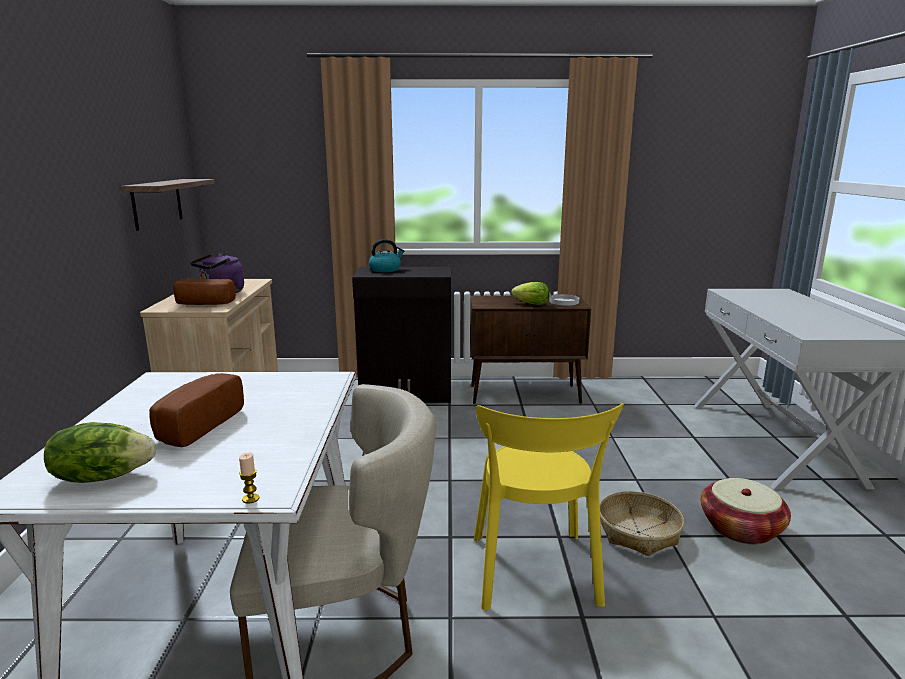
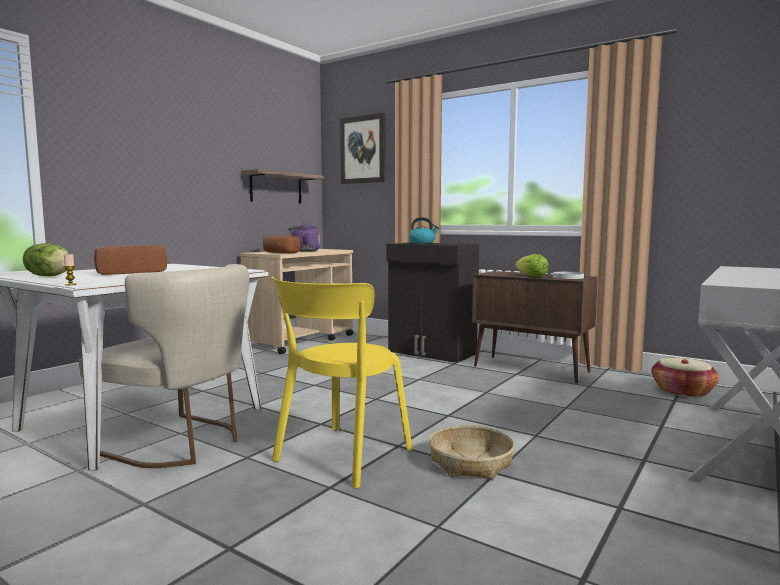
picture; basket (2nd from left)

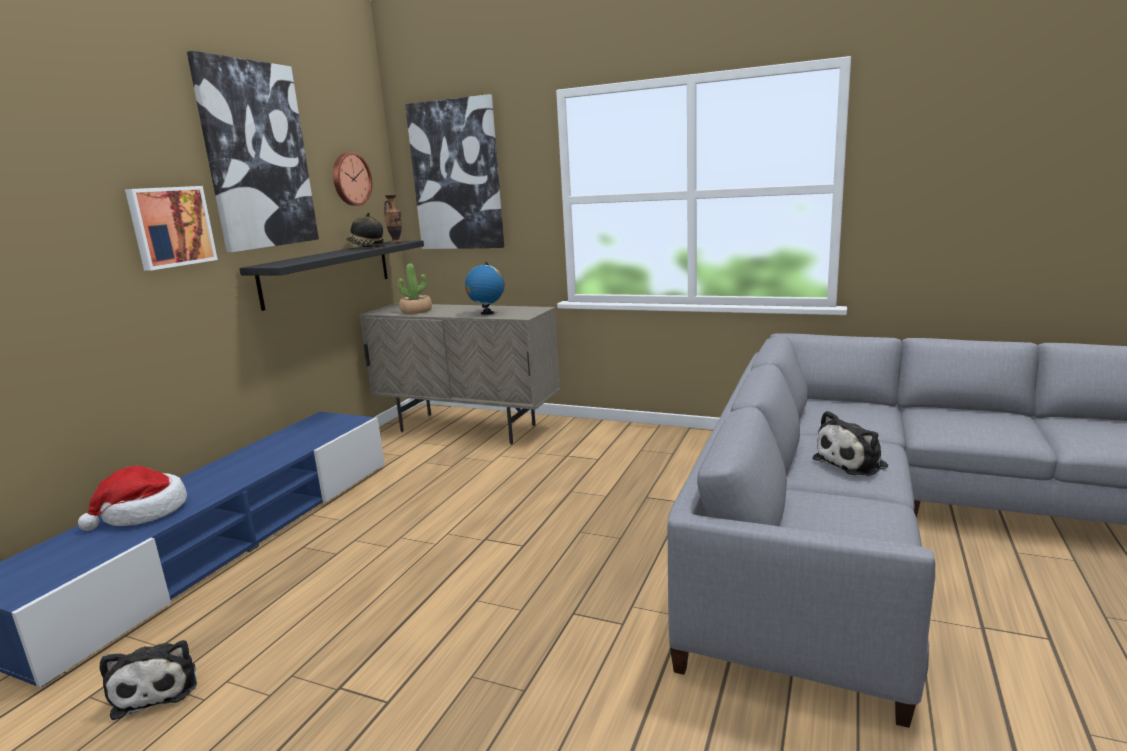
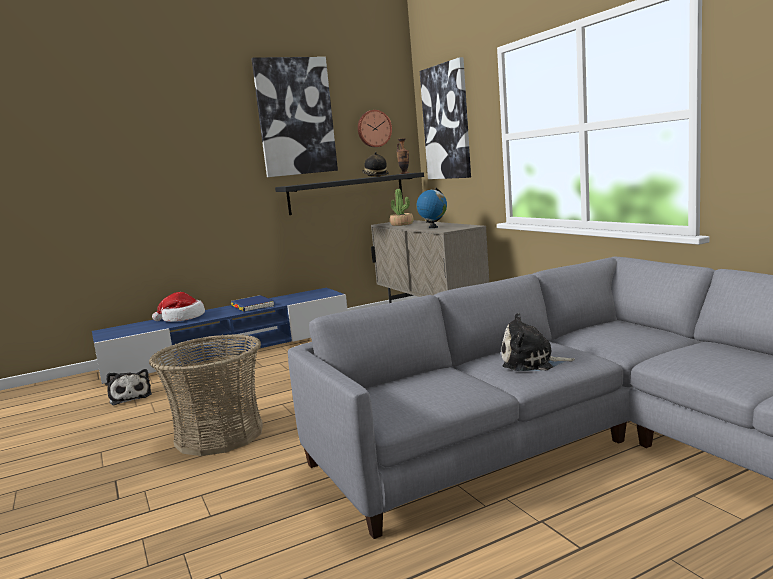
plush toy (1st from left); basket; blue book; picture (1st from left in the first image)

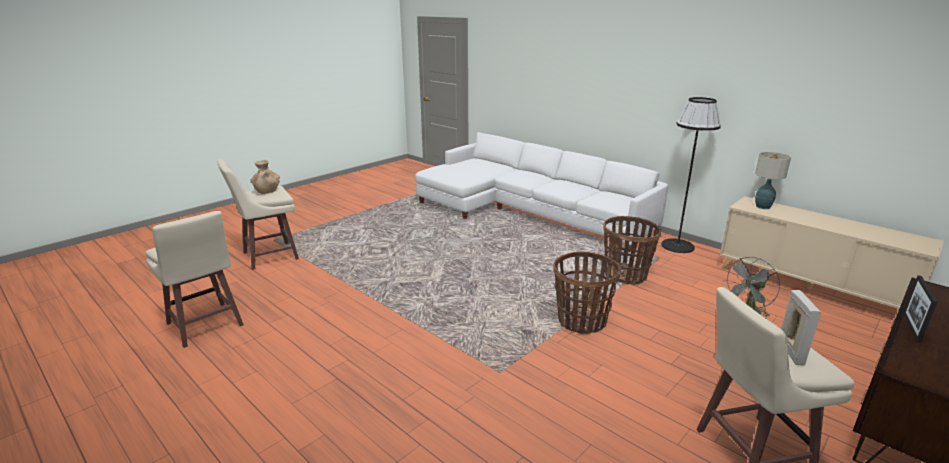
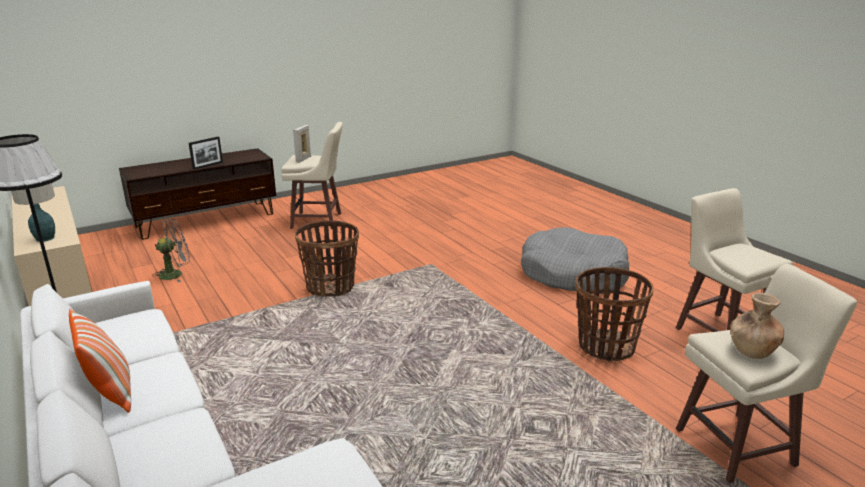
pillow; grey dog bed; basket (2nd from left)

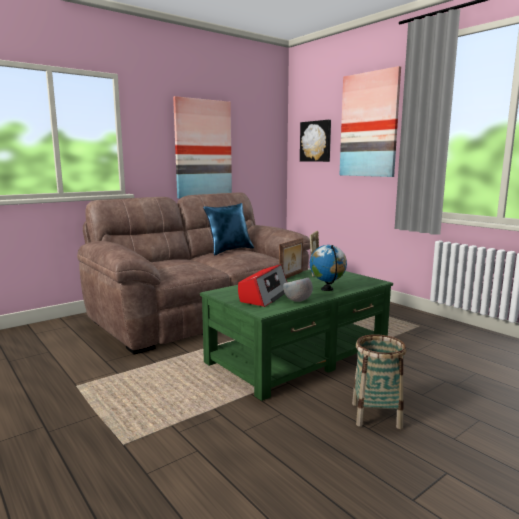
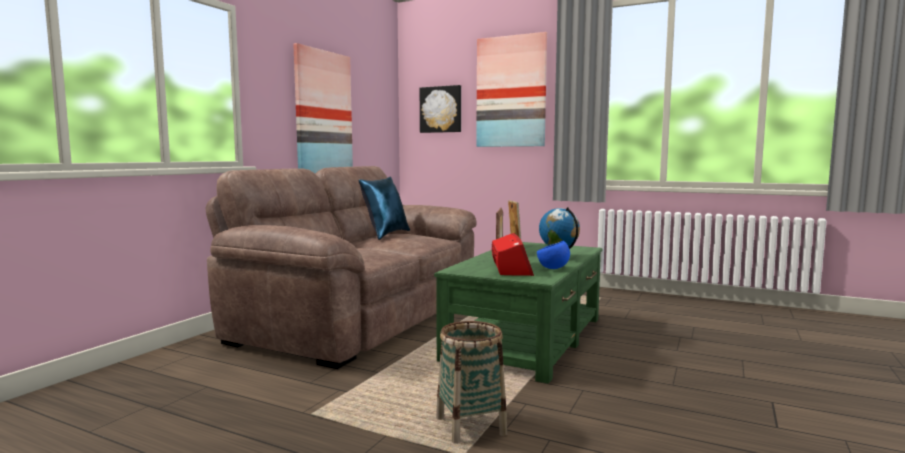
basket; blue bowl

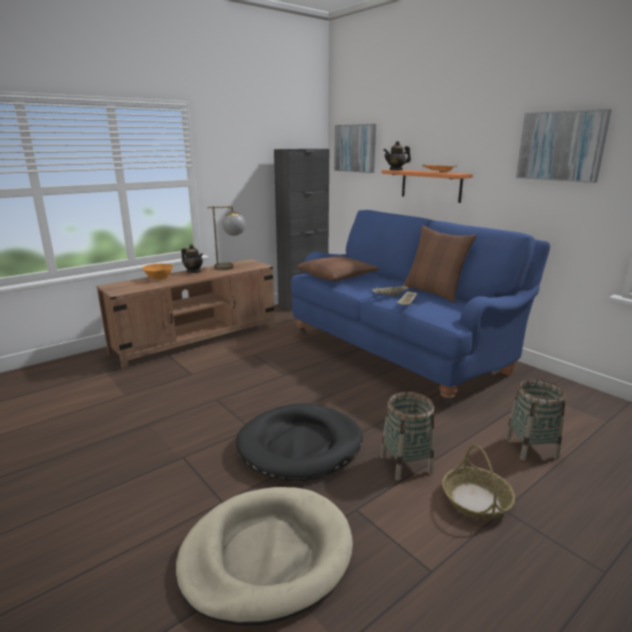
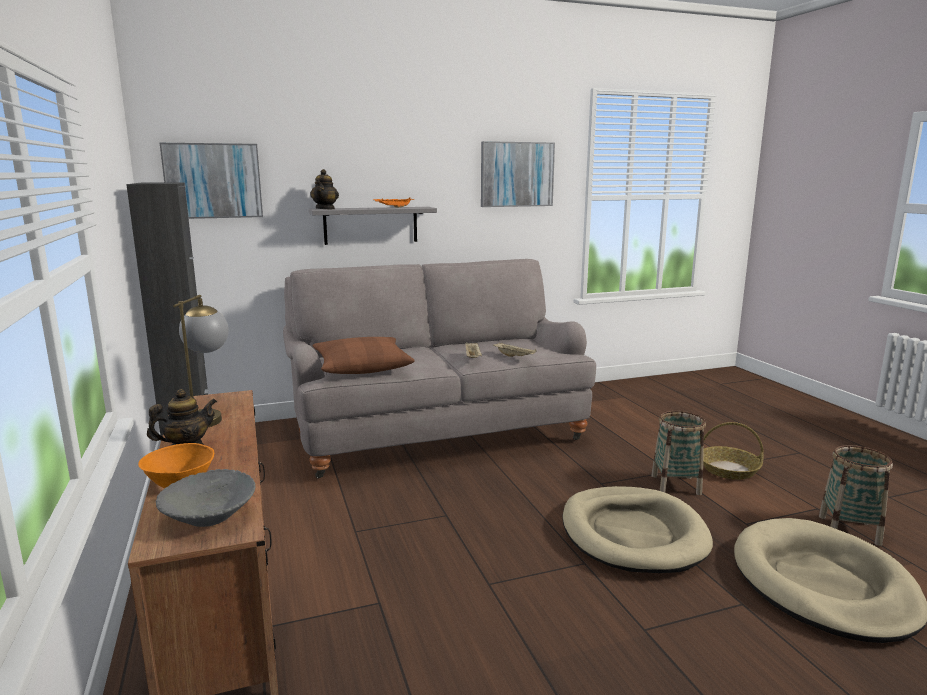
grey bowl; grey sofa; grey shelf; beige dog bed (1st from left); basket (3rd from left); brown pillow (2nd from left in the first image)

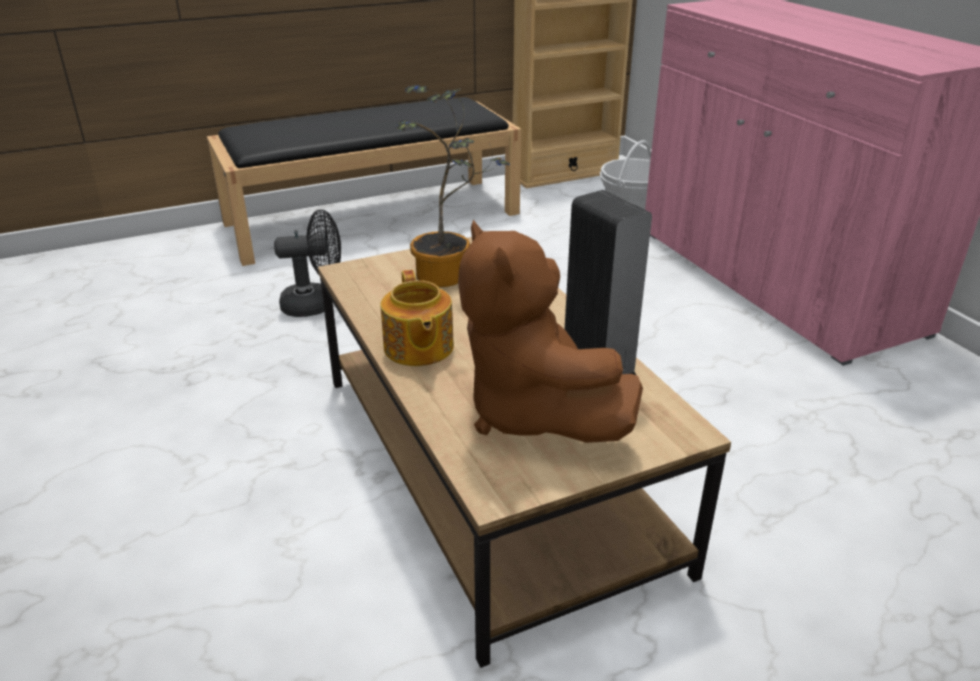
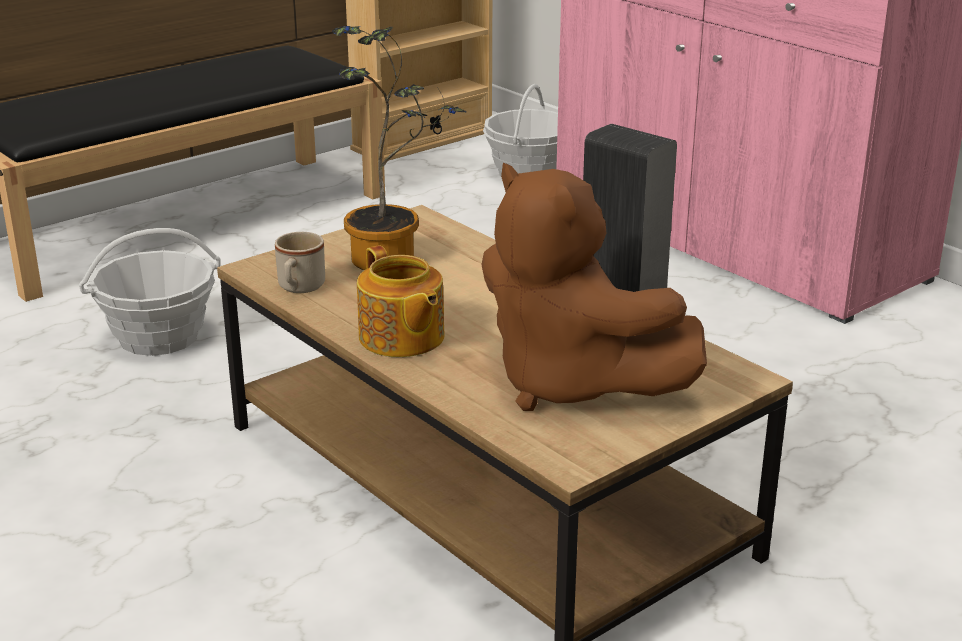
basket (1st from left); beige mug

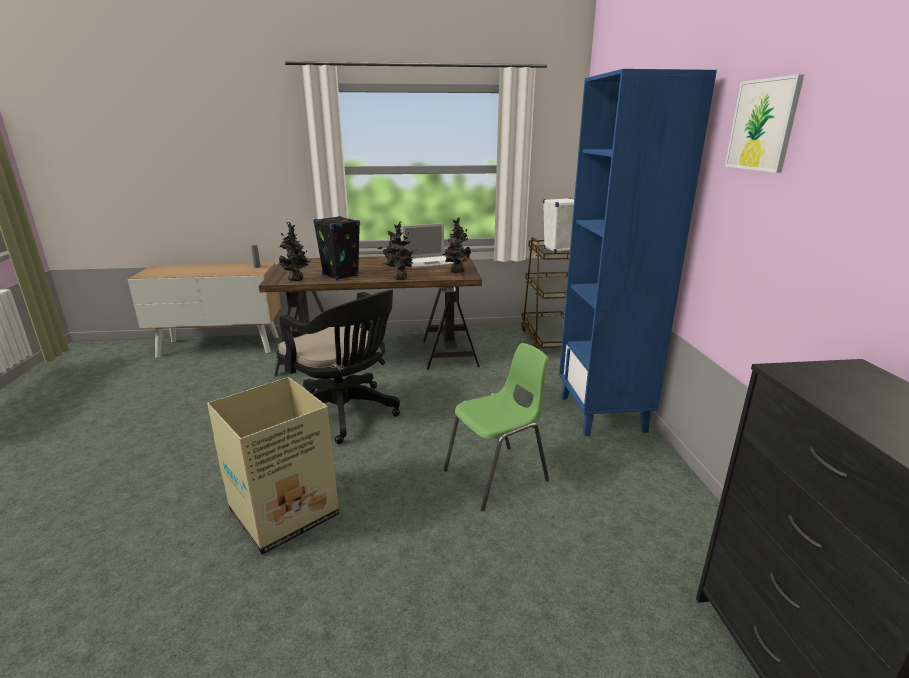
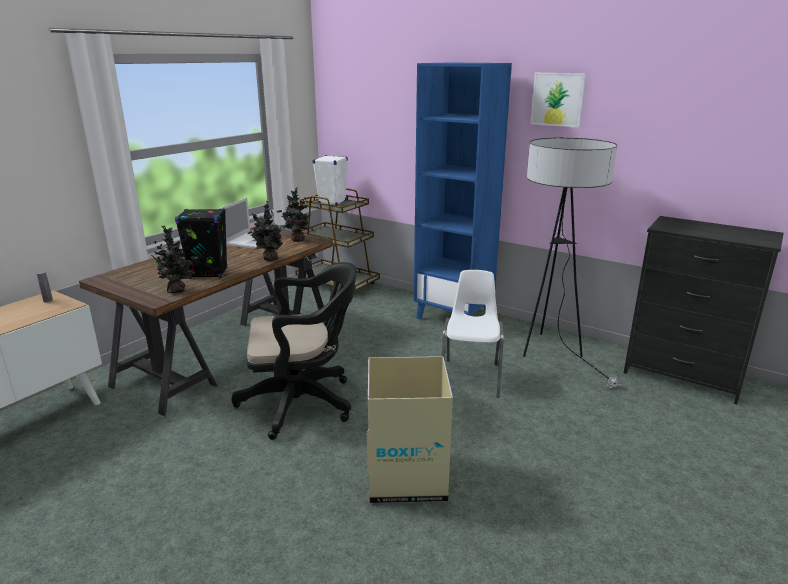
white chair; floor lamp

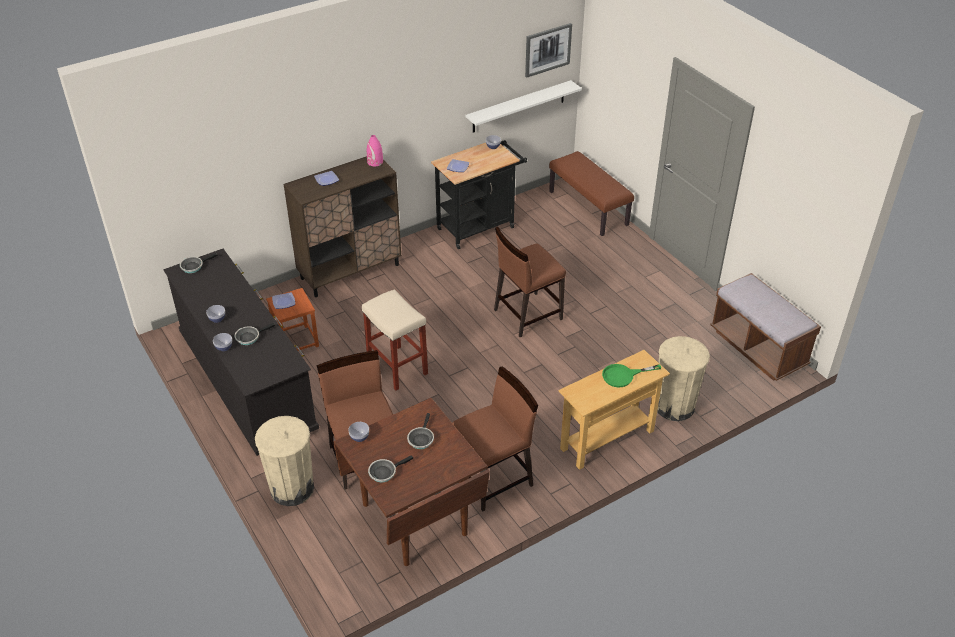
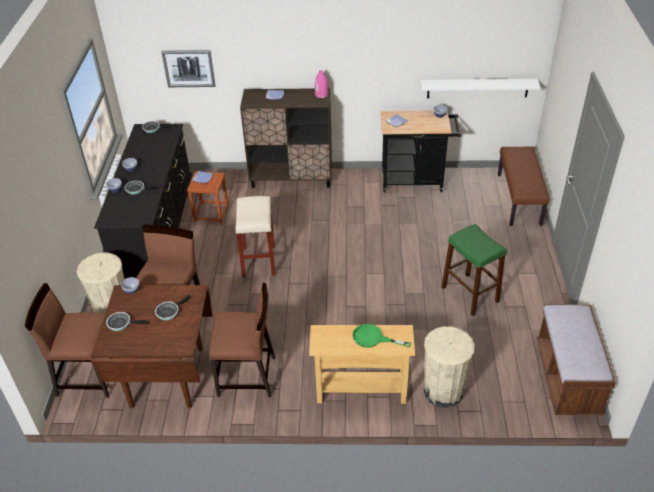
brown chair (1st from left); picture; green stool

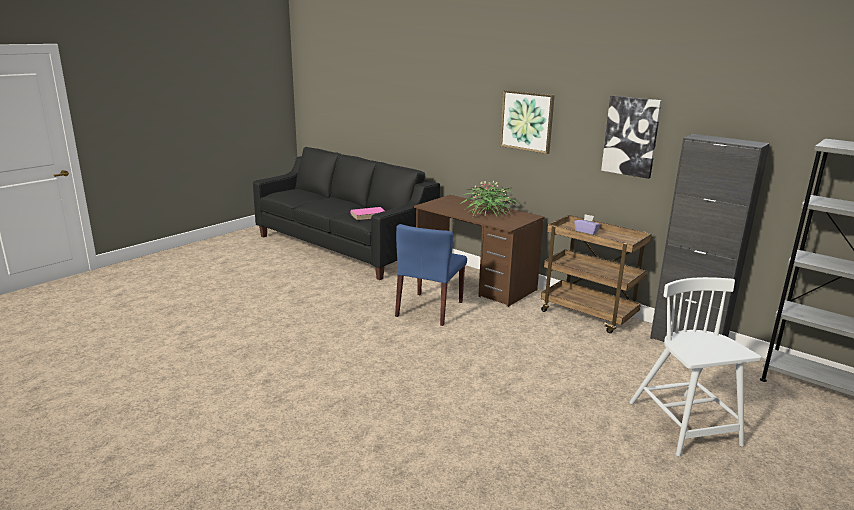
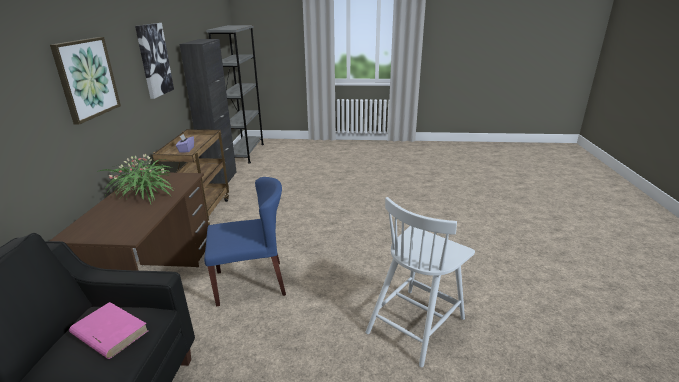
white chair

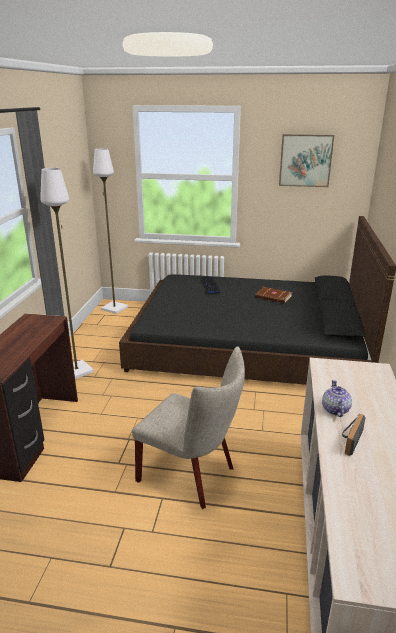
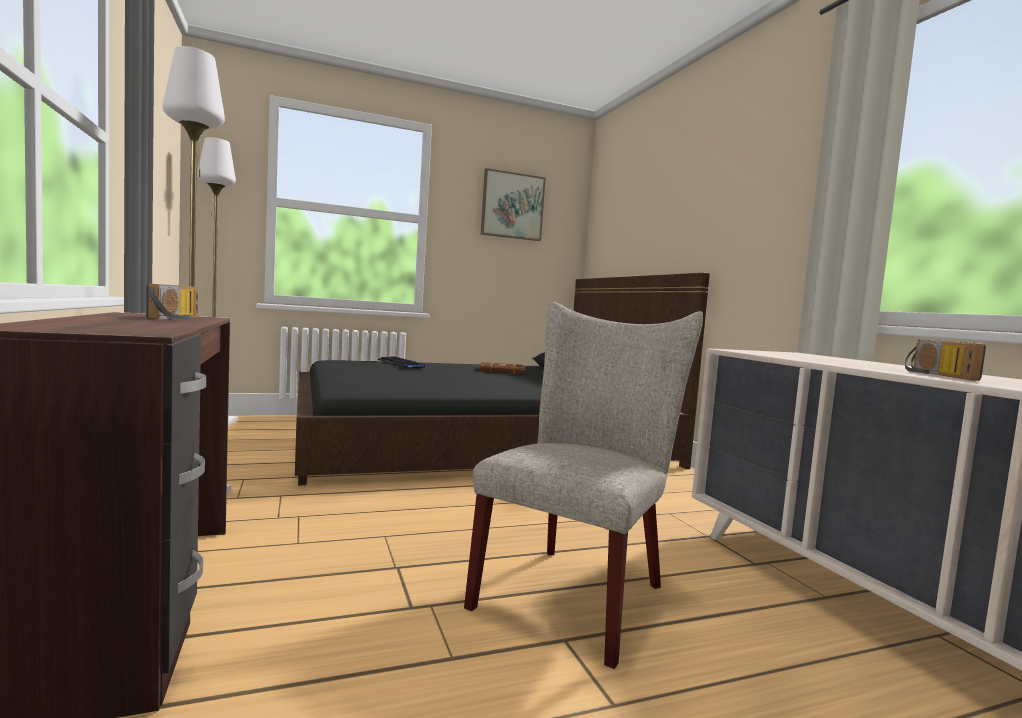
radio (1st from left); beige chair; teapot

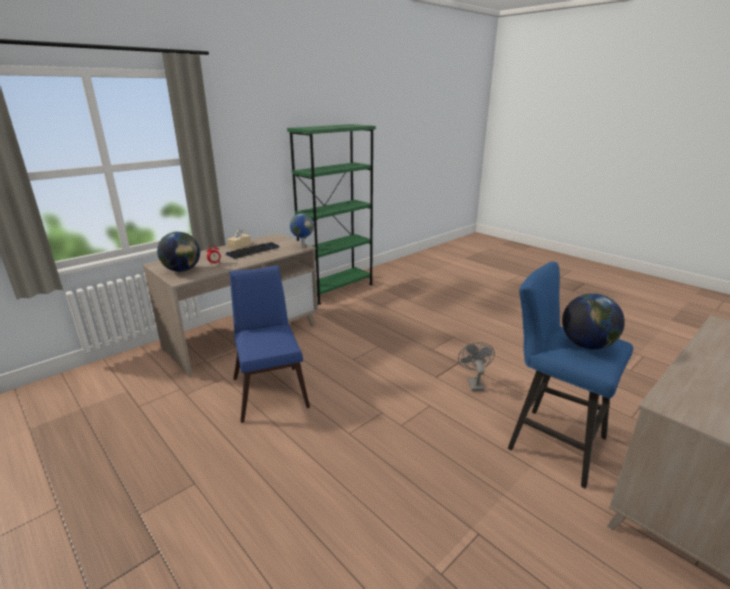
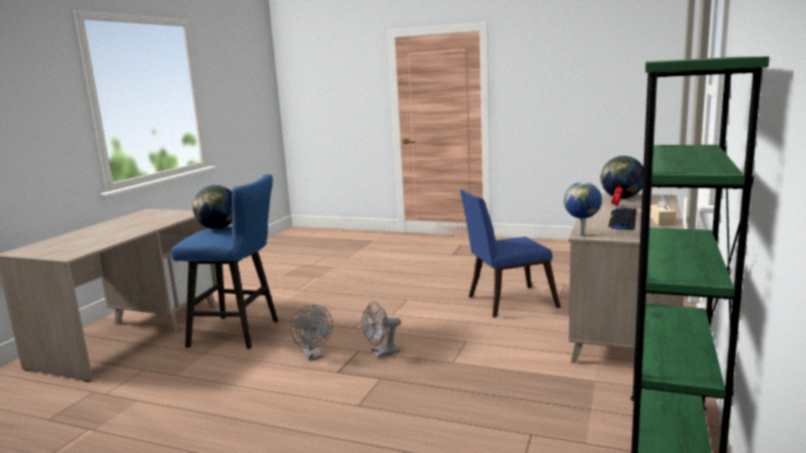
grey fan (2nd from left); blue chair

